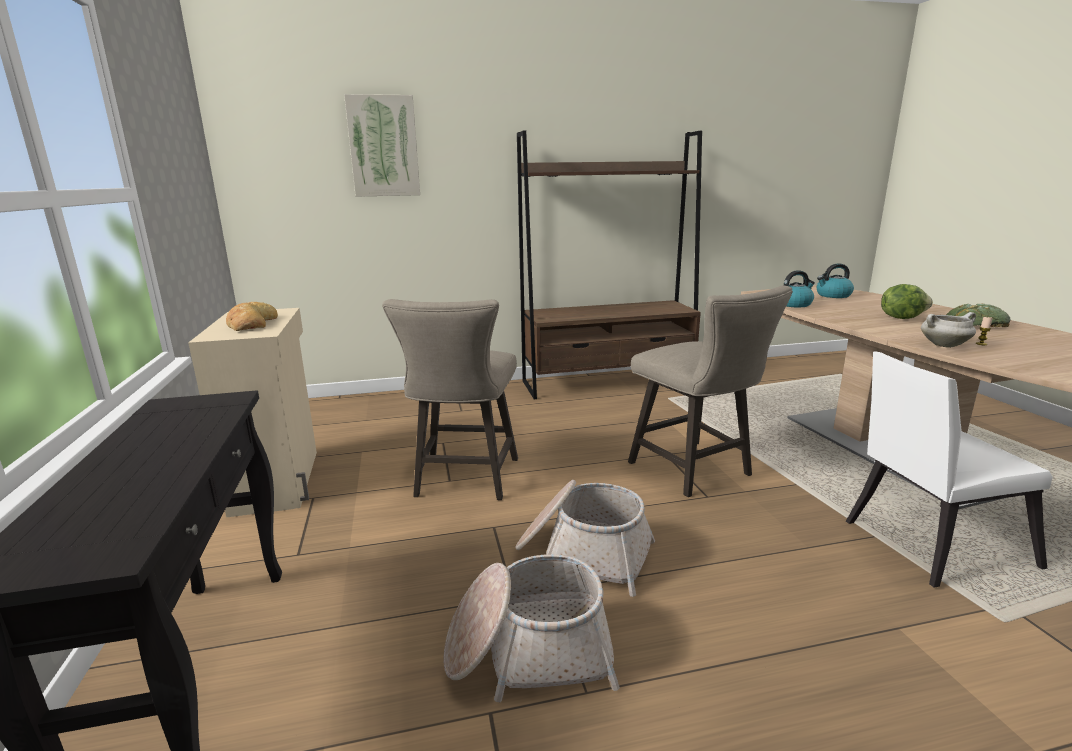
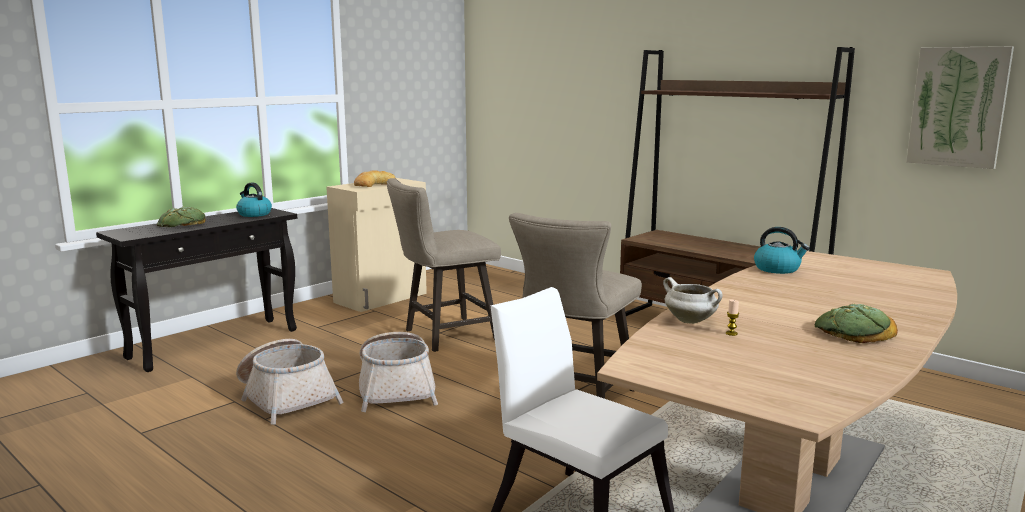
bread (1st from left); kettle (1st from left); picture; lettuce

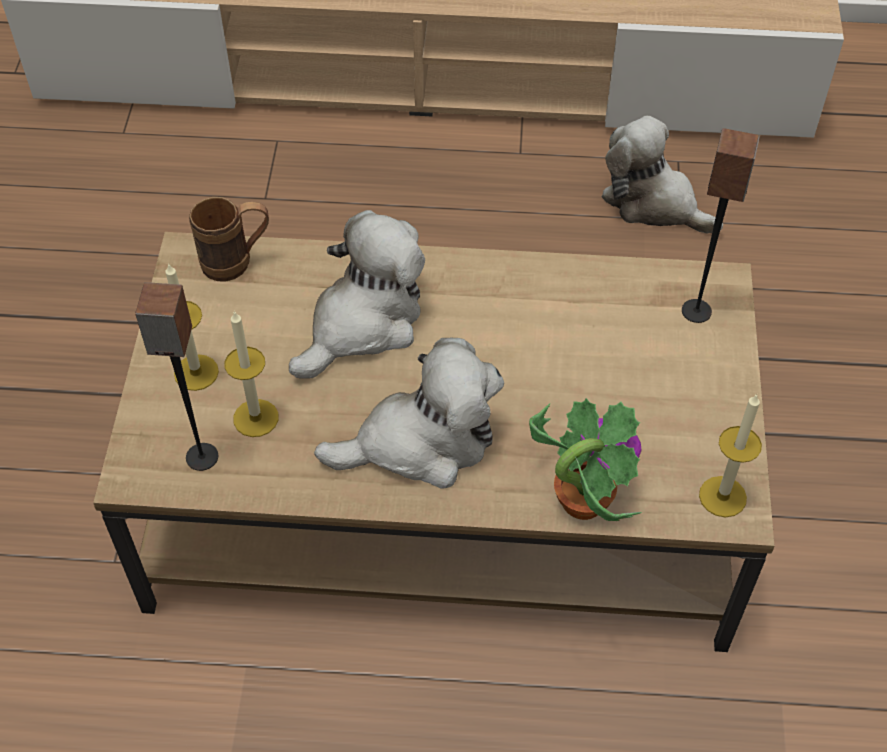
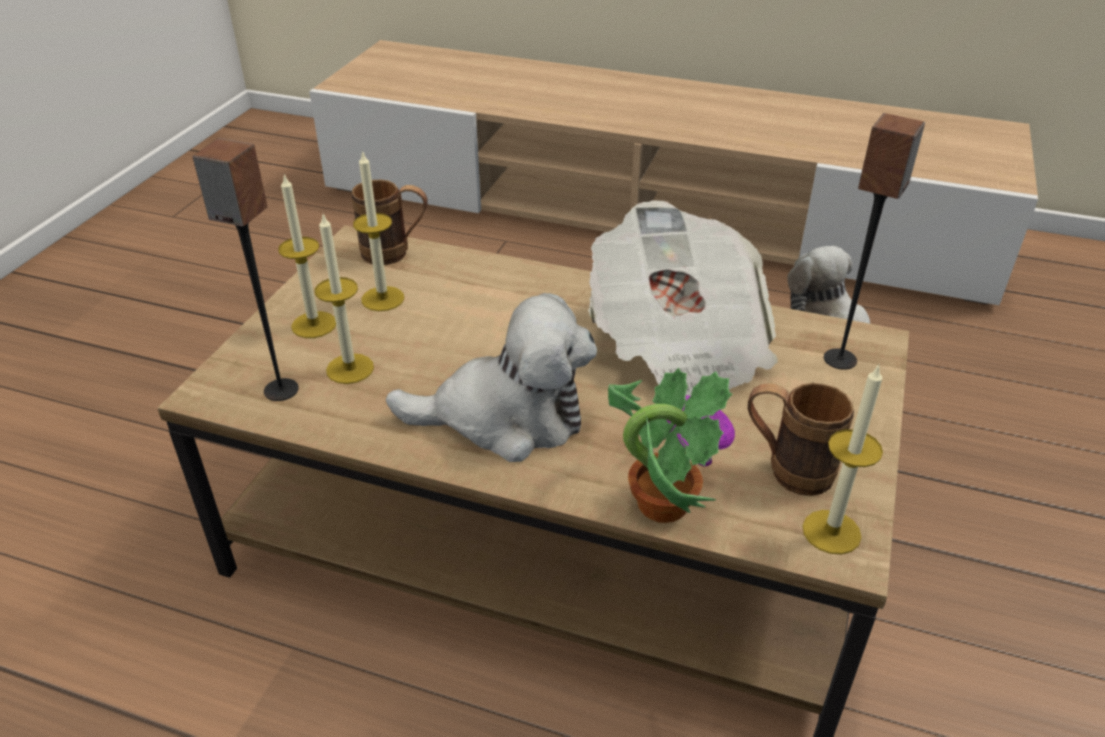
candle (3rd from left); newspaper; brown mug (2nd from left); plush toy (1st from left in the first image)

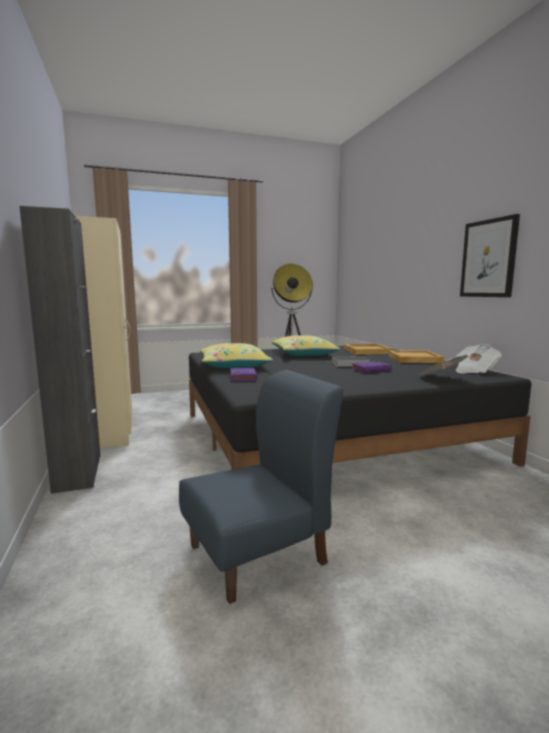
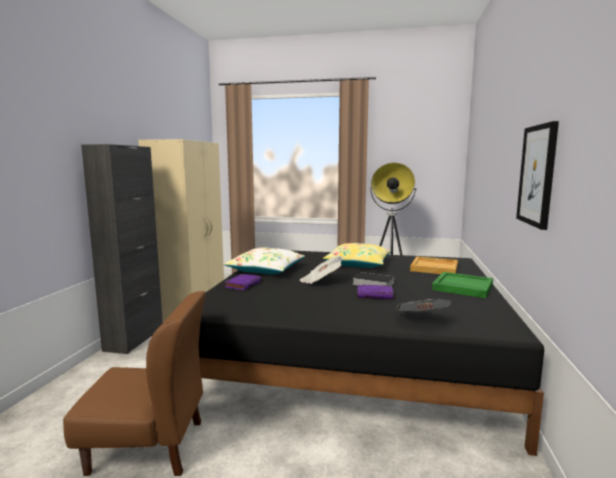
brown chair; white pillow; newspaper (1st from left); green tray

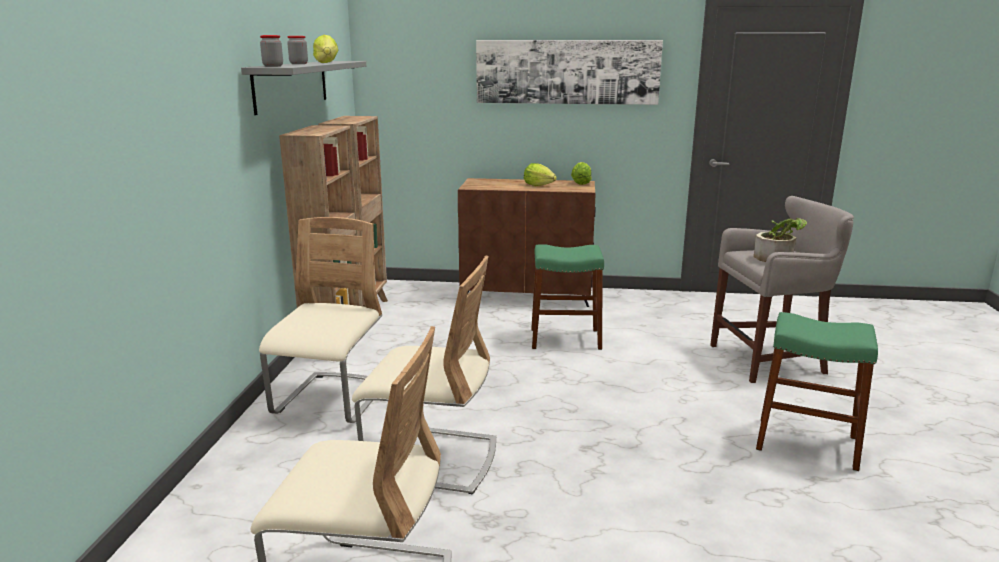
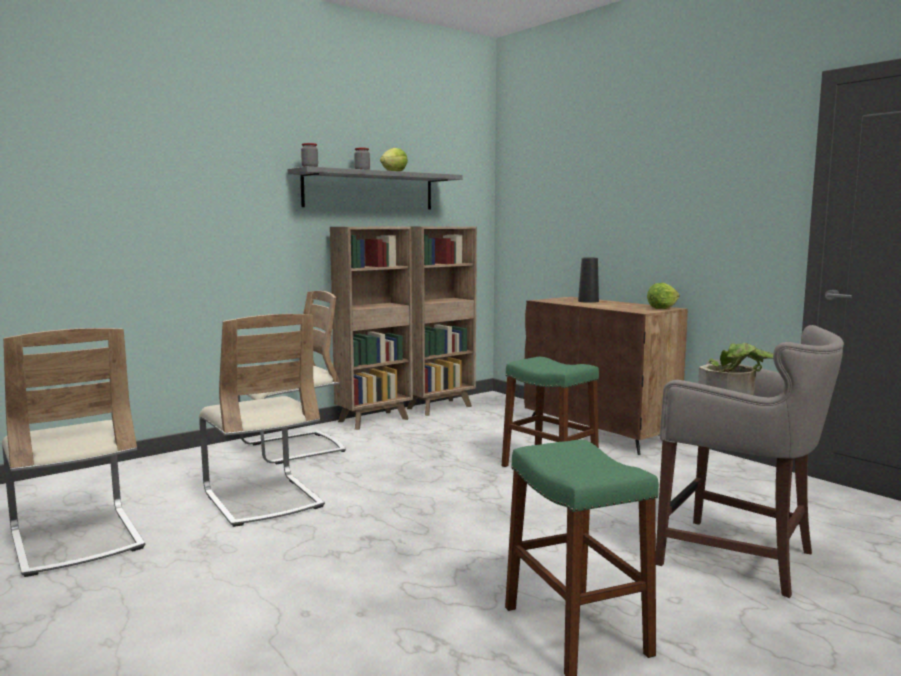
black vase; picture; lettuce (2nd from left in the first image)

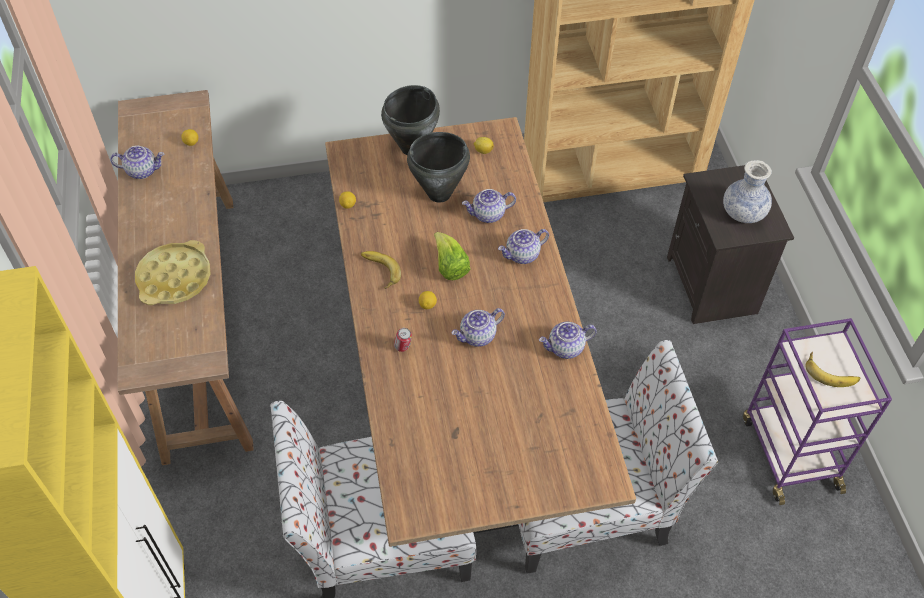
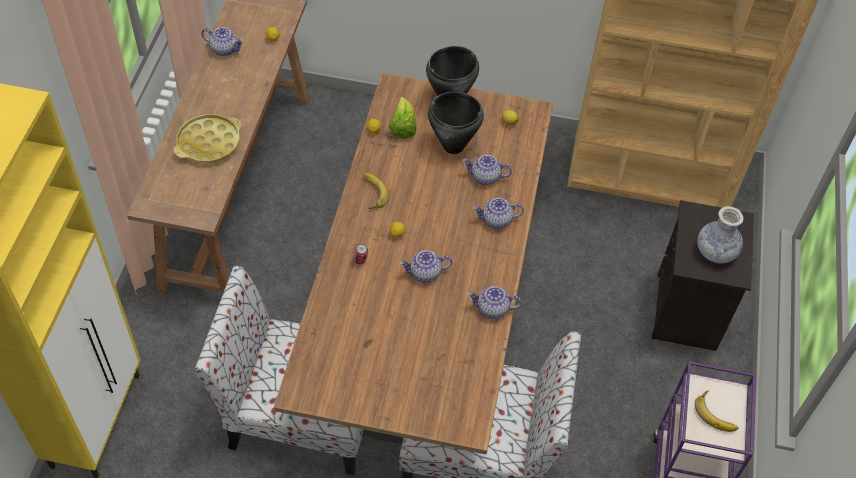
lettuce

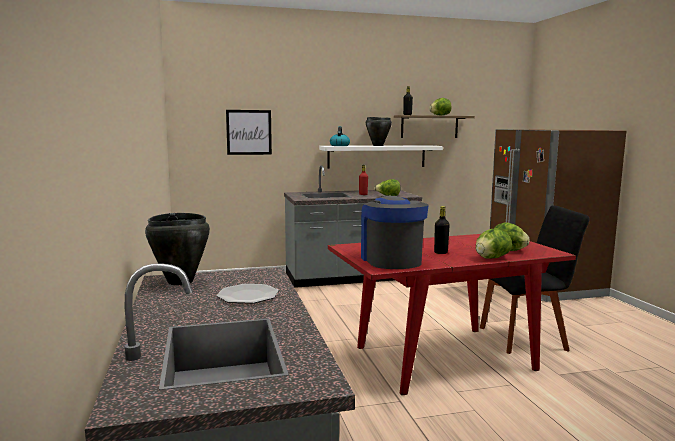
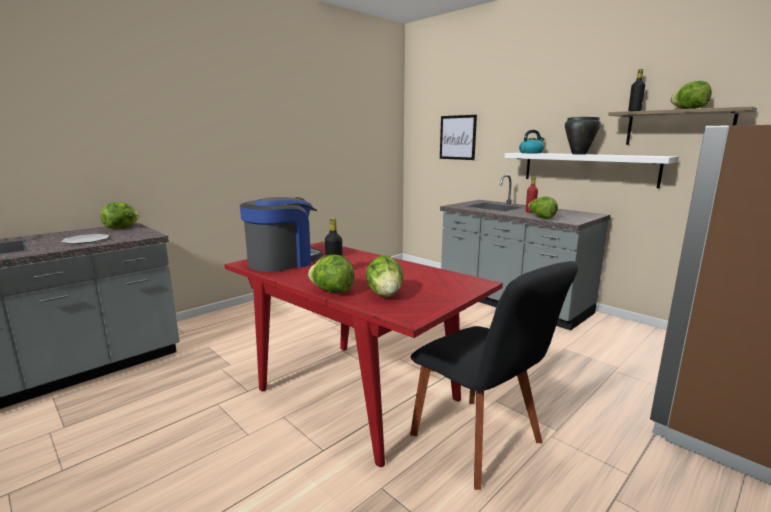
lettuce (1st from left)

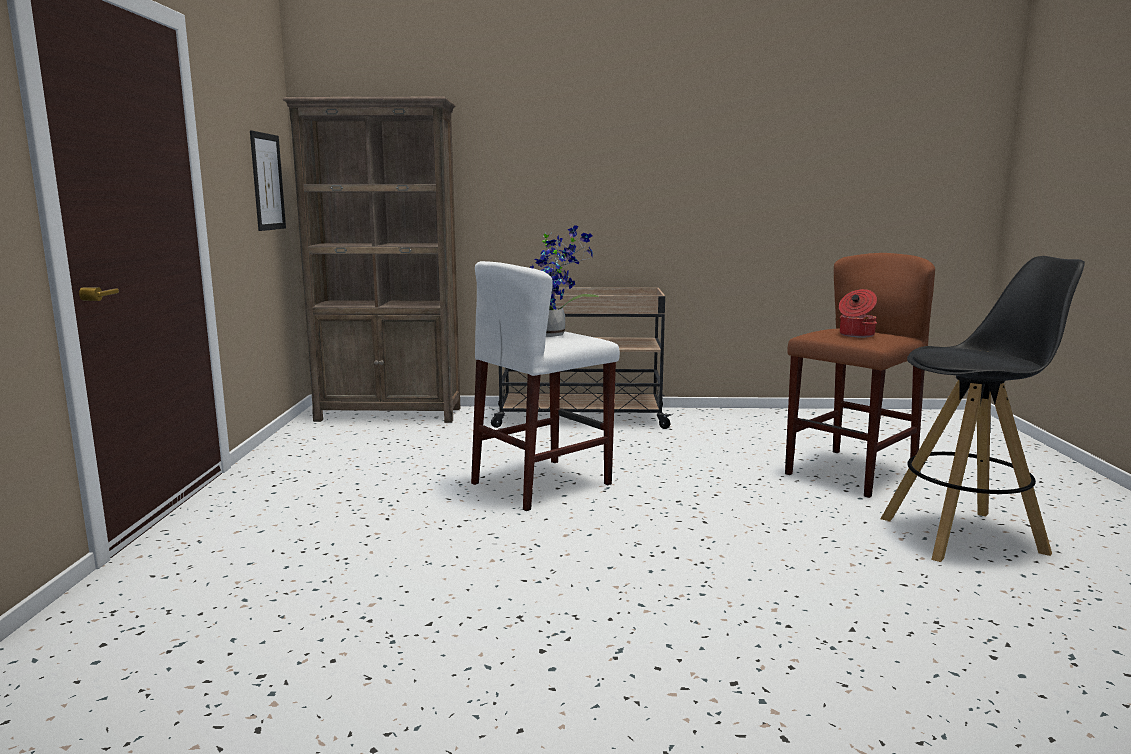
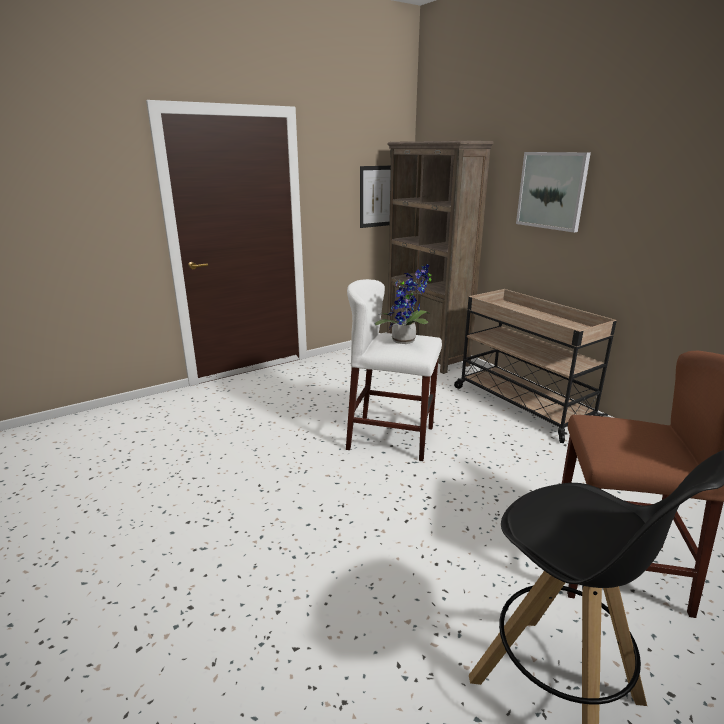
picture (2nd from left); cooking pot

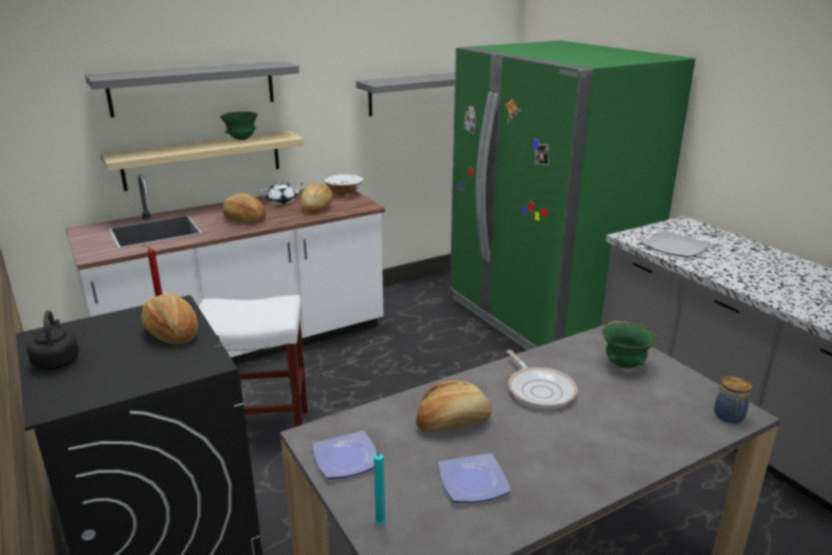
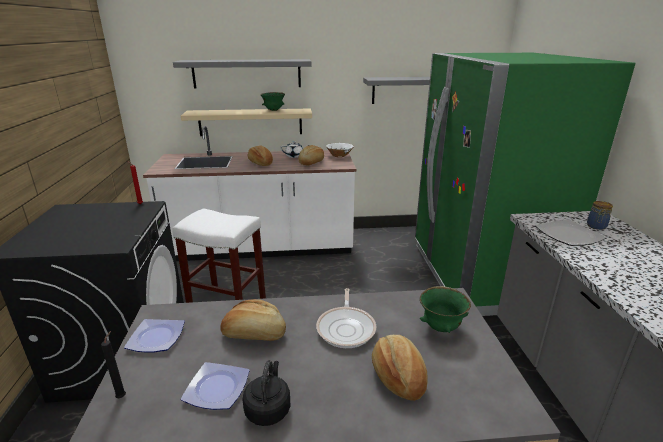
black candle; black kettle; bread (4th from left); jar

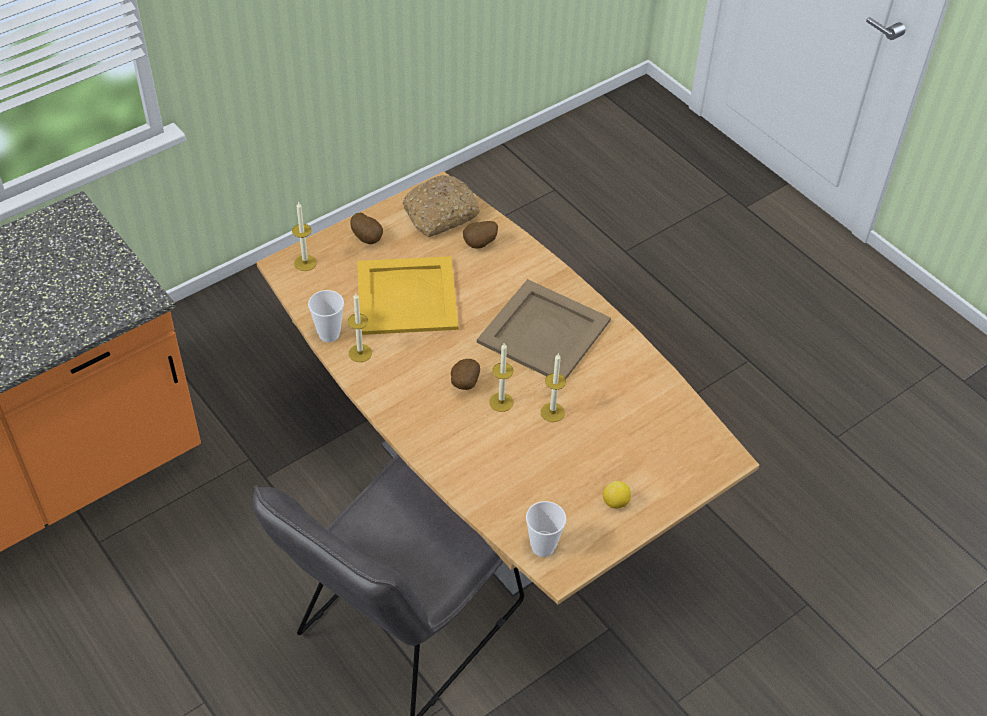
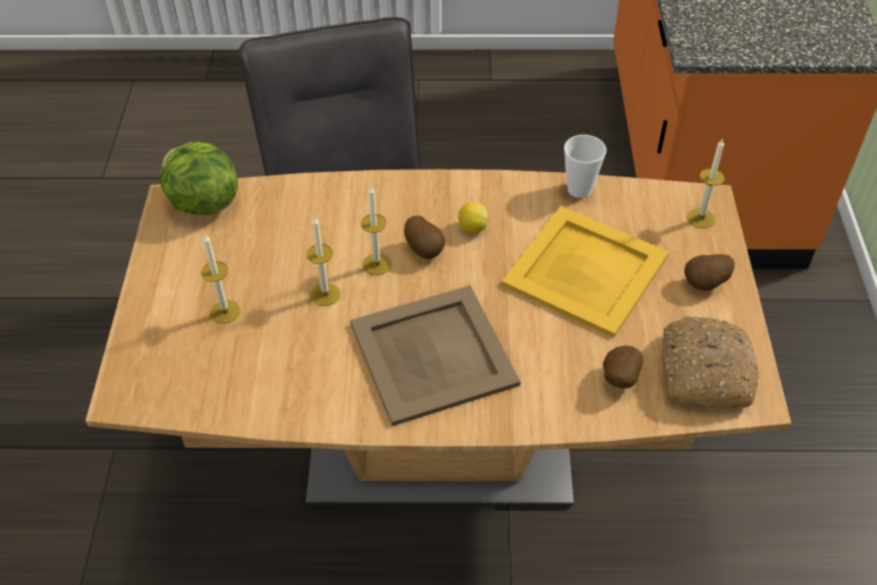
lettuce; candle (1st from left); lemon

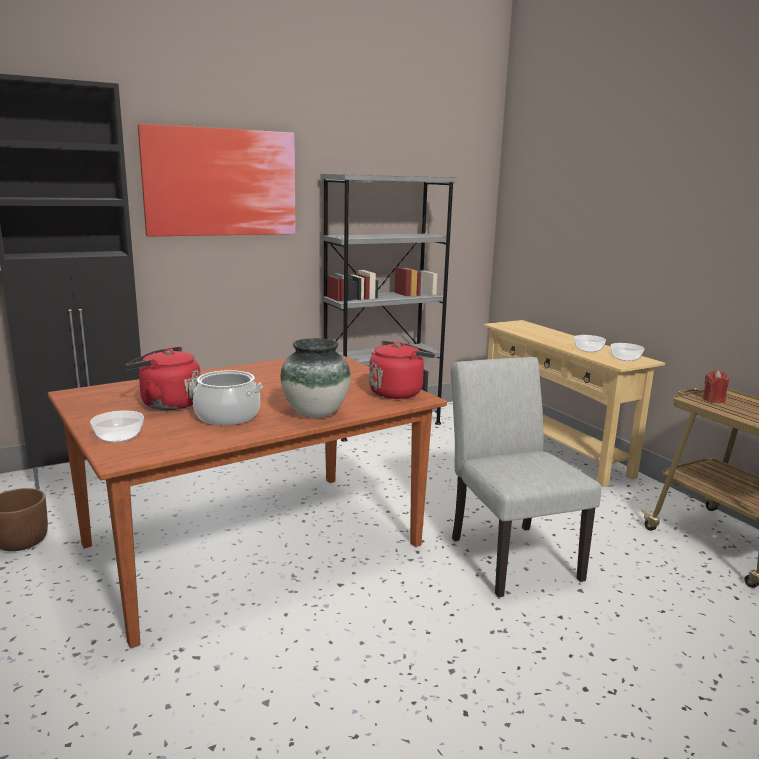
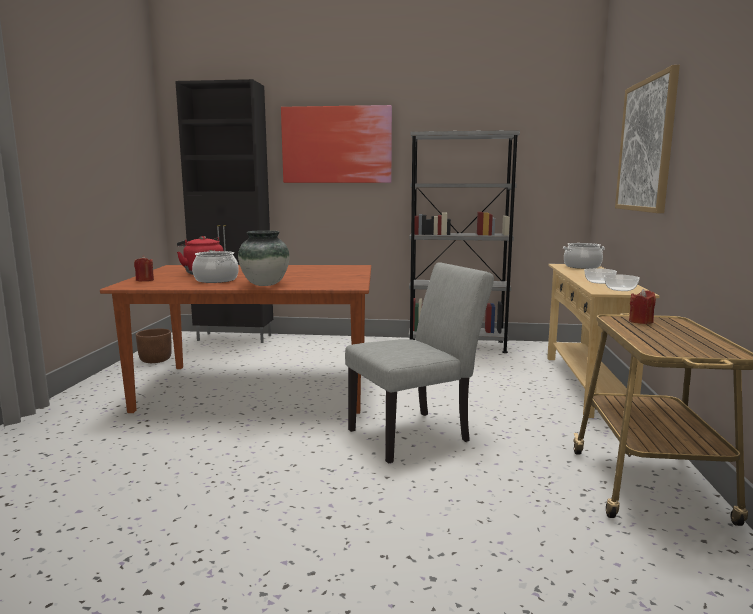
red candle (1st from left); grey chair; cooking pot (2nd from left); picture (2nd from left); red kettle (2nd from left in the first image)

